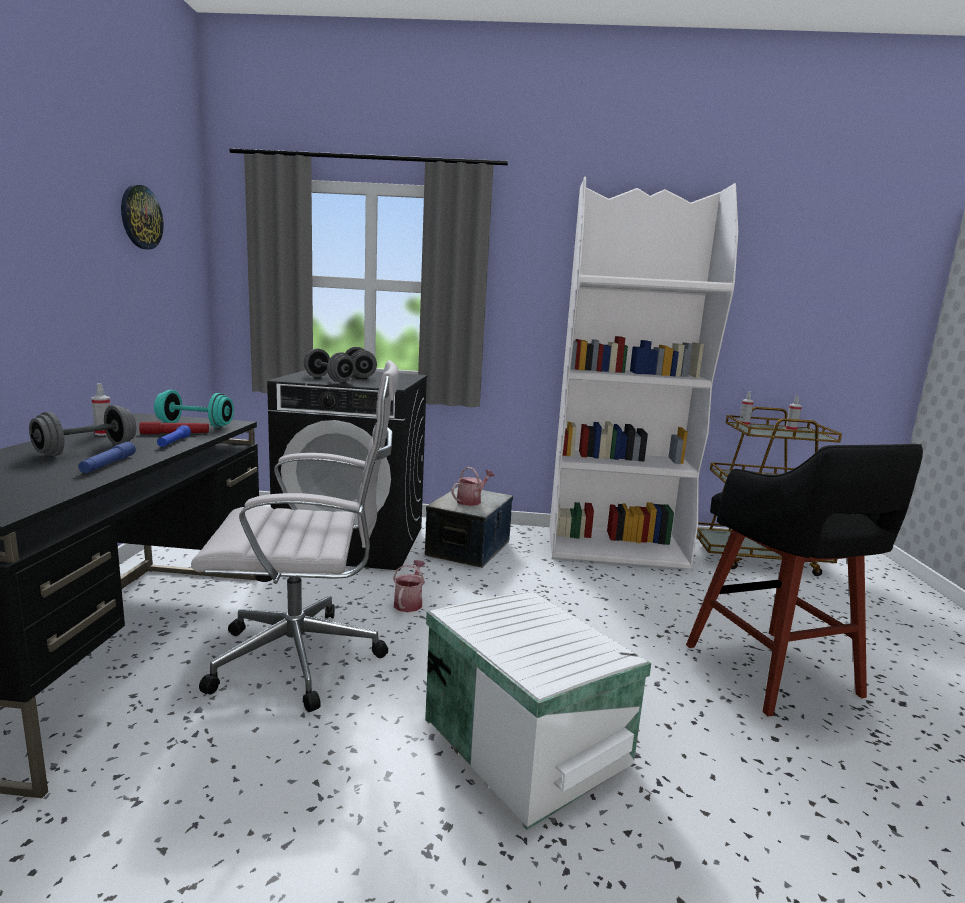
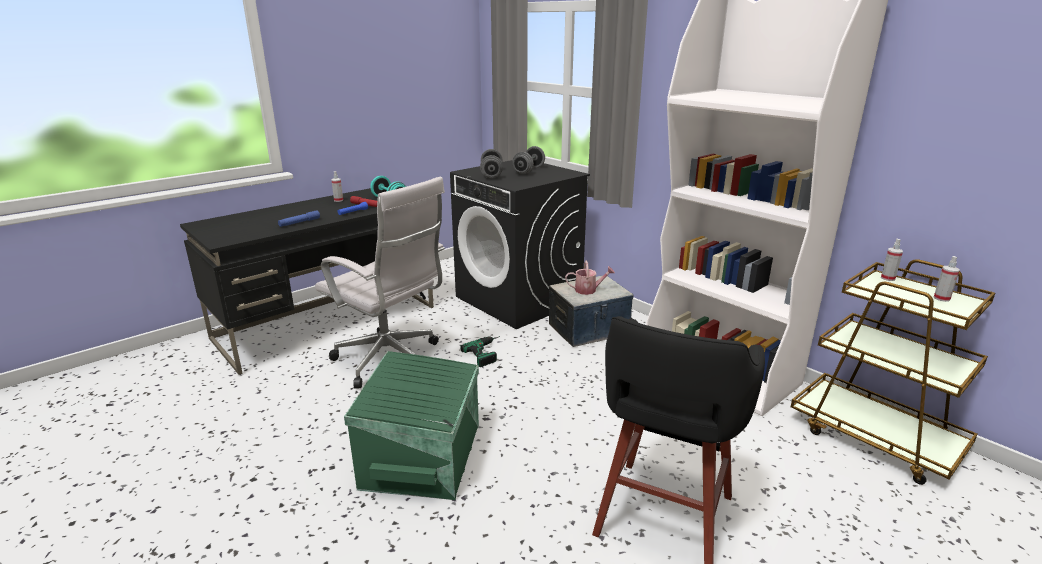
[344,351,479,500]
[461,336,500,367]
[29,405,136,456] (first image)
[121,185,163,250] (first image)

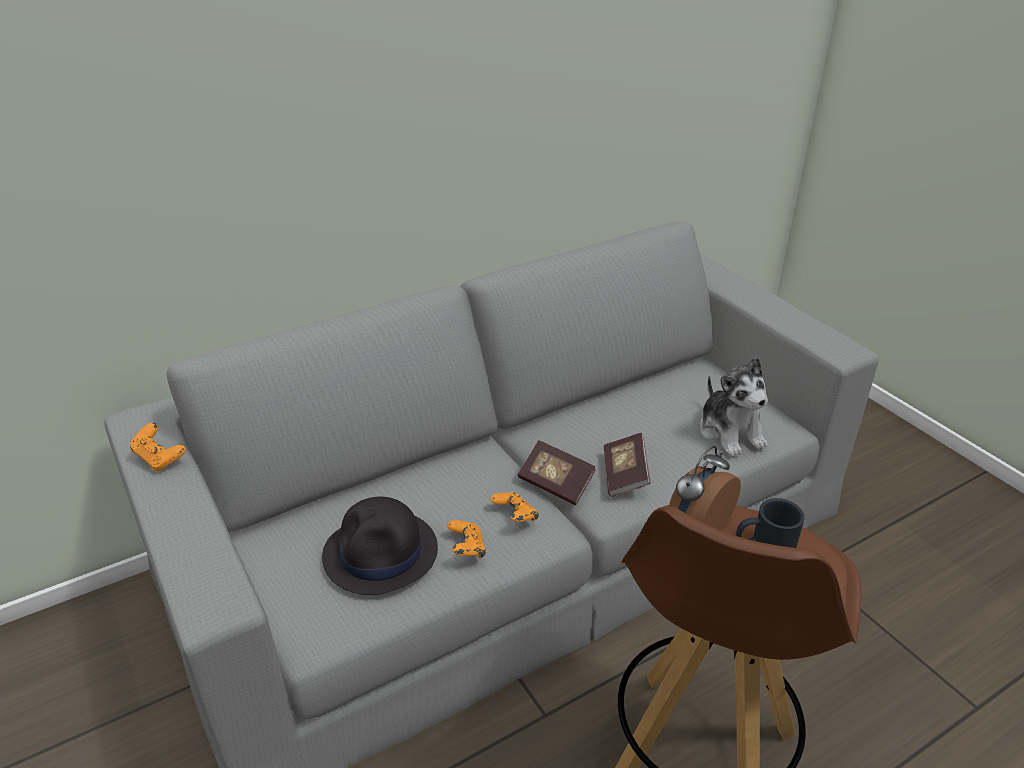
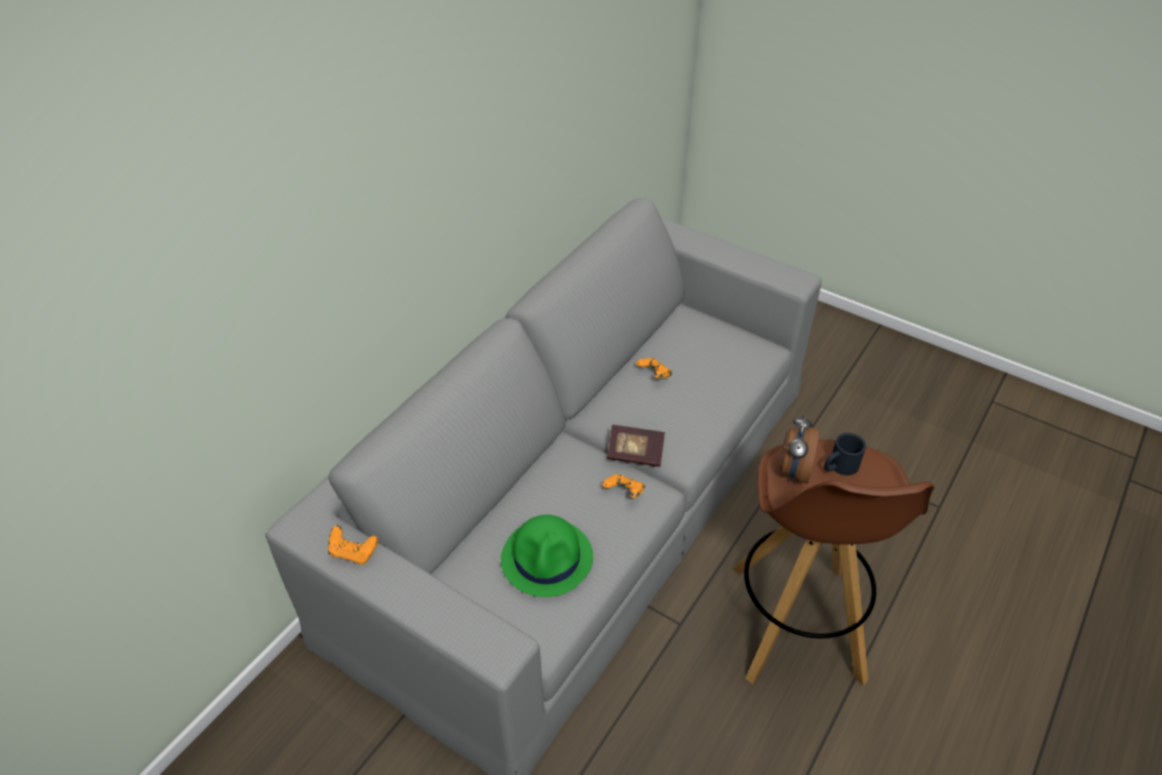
[501,515,593,597]
[636,358,672,379]
[603,433,650,497] (first image)
[700,357,768,457] (first image)

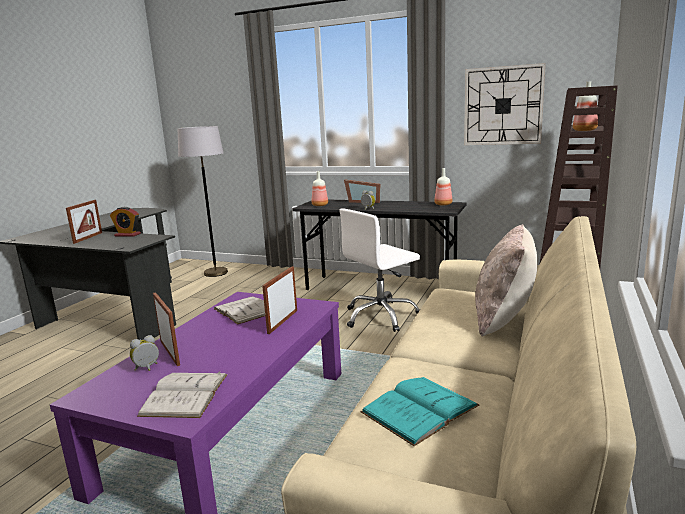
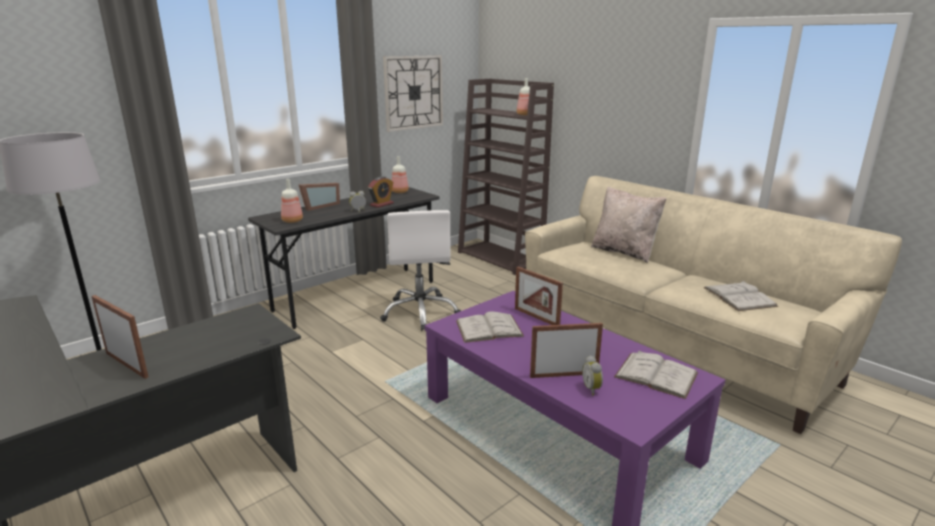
[368,176,394,208]
[703,281,778,311]

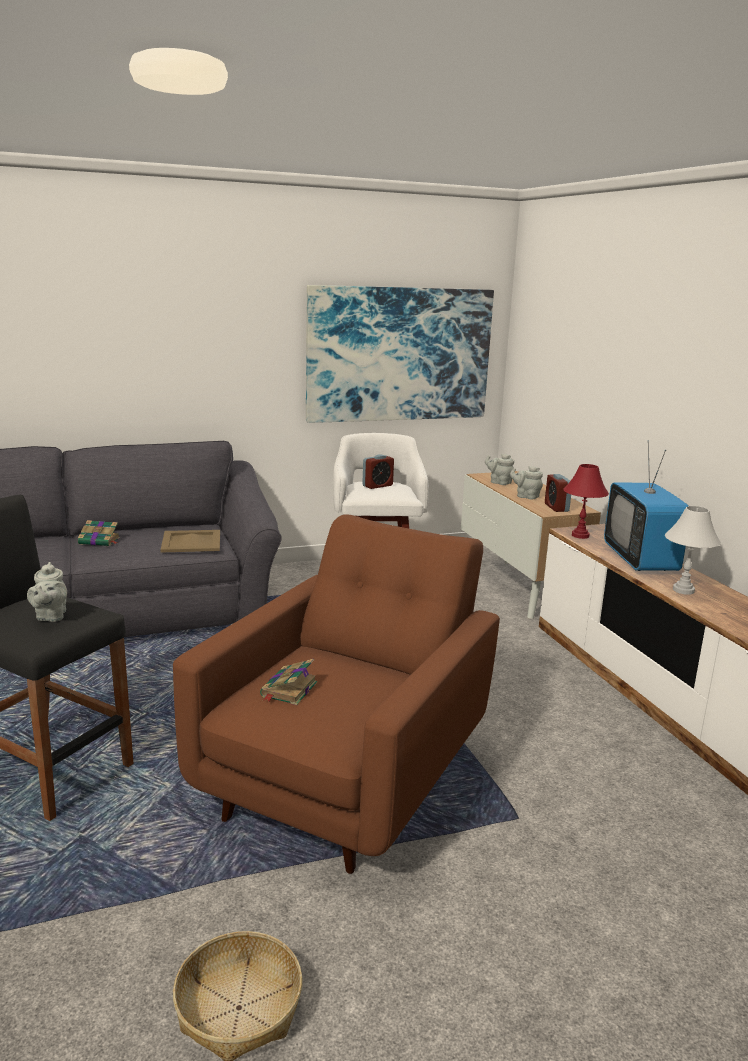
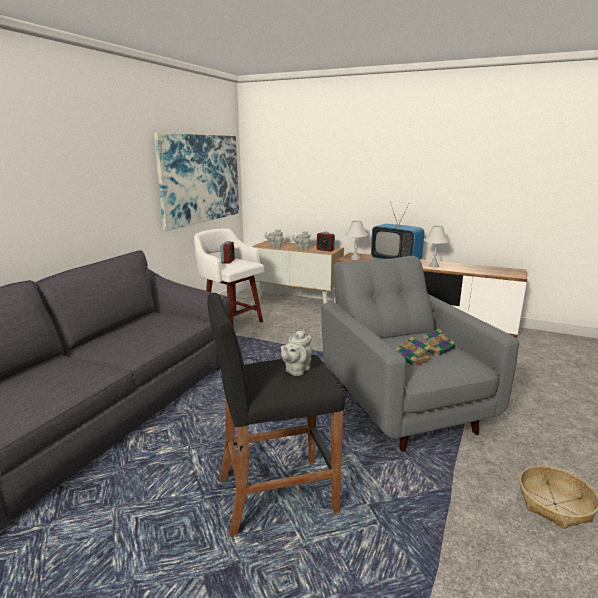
[281,329,312,376]
[321,256,519,452]
[345,221,368,260]
[423,329,455,356]
[160,530,220,552] (first image)

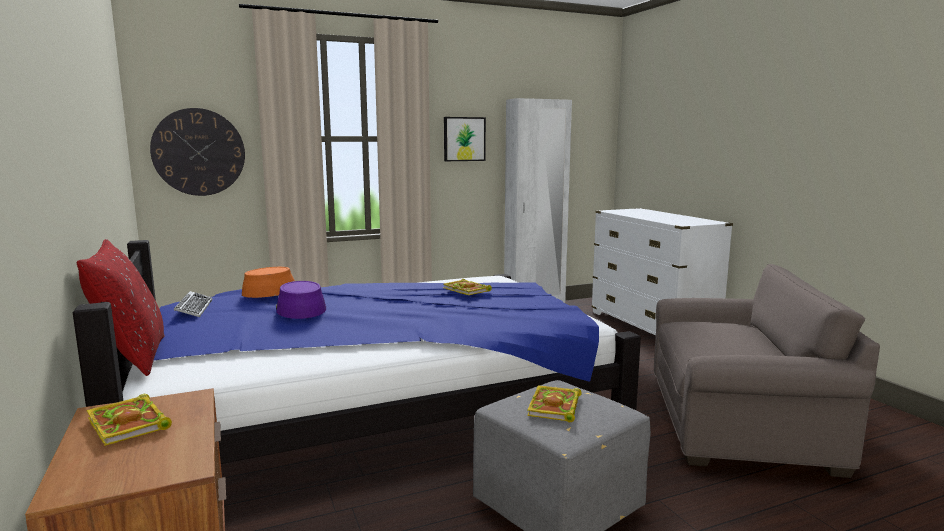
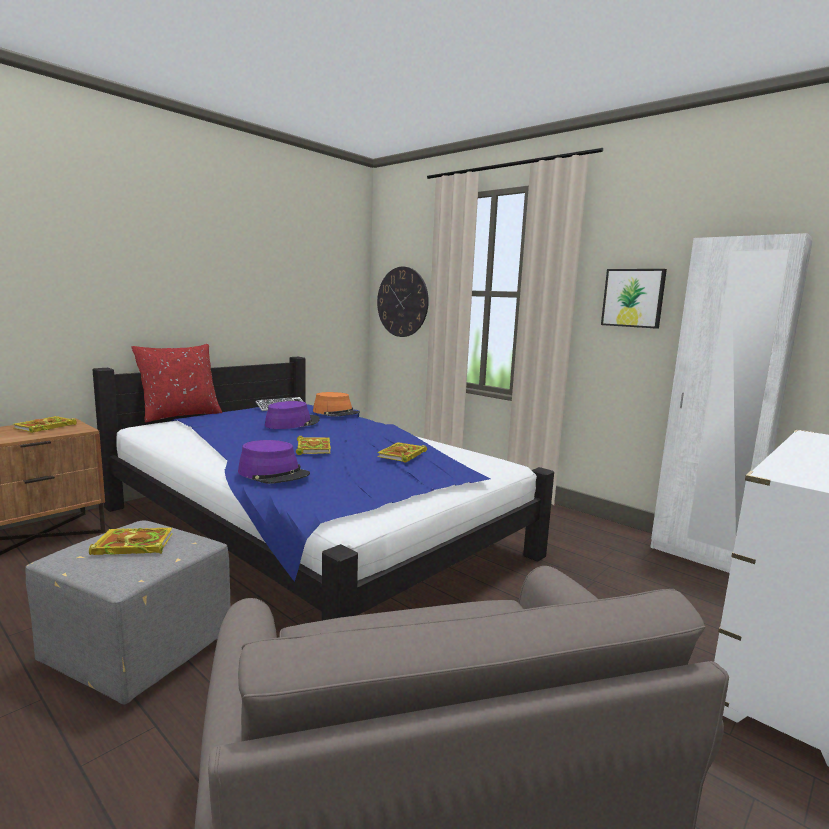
[238,440,310,484]
[296,436,331,455]

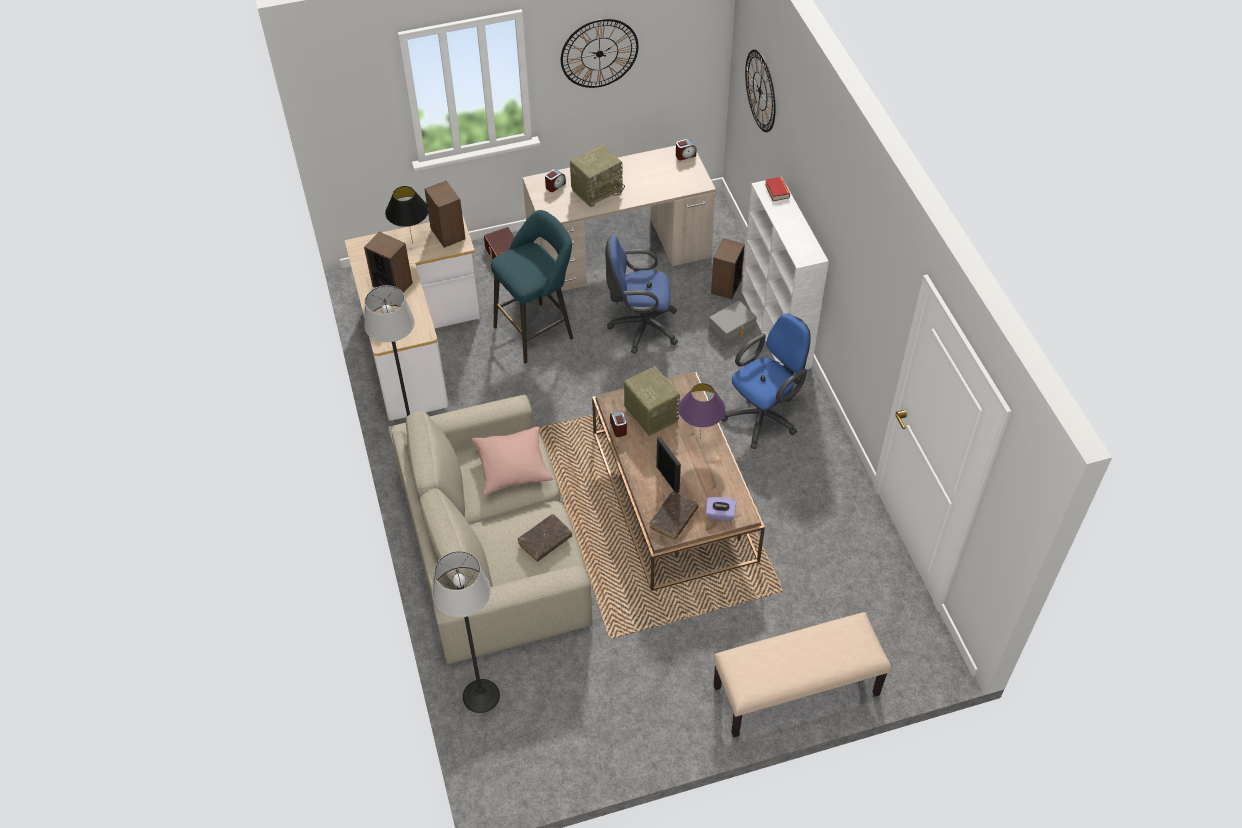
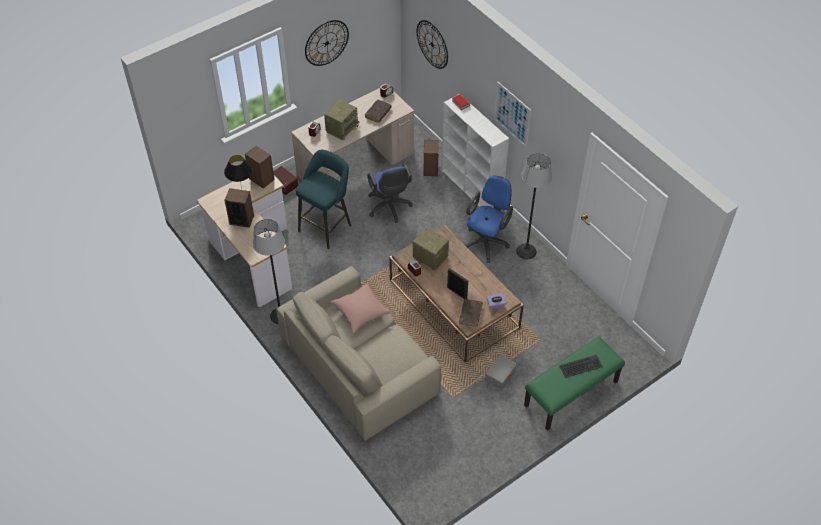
[365,100,392,123]
[367,164,413,223]
[485,354,517,390]
[494,82,531,147]
[516,153,552,259]
[524,336,625,431]
[559,355,603,378]
[679,383,726,437] (first image)

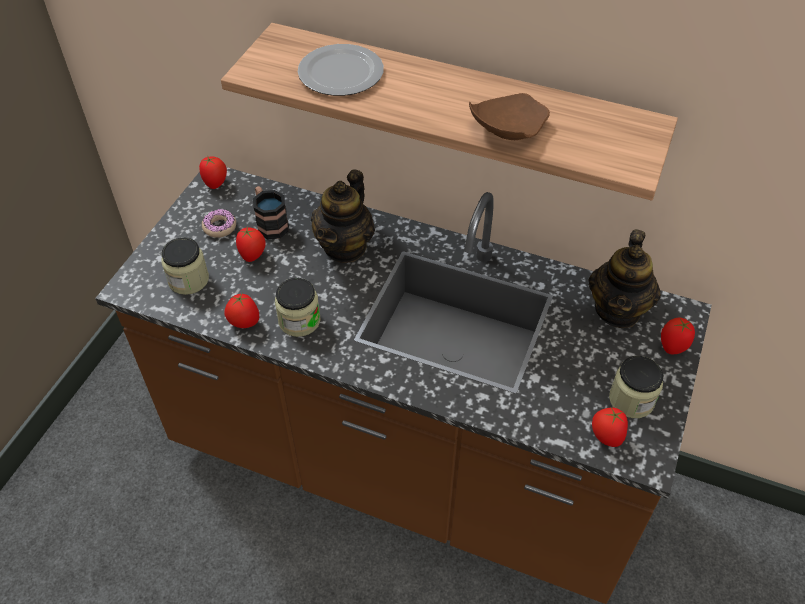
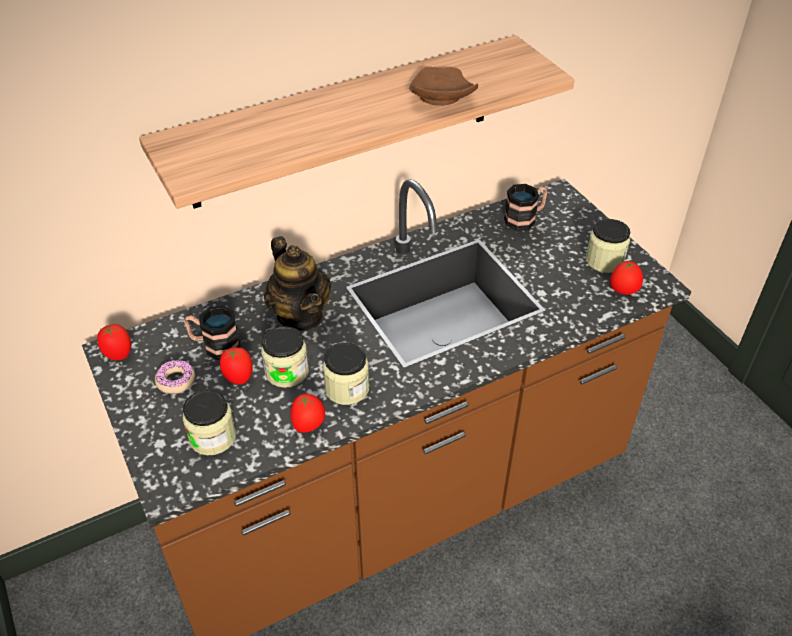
[261,326,309,388]
[504,184,547,231]
[298,44,384,96] (first image)
[661,318,695,354] (first image)

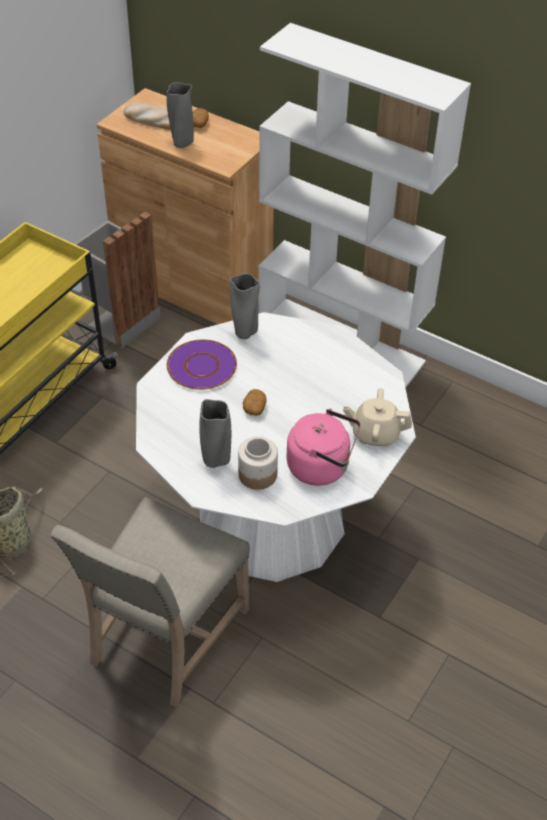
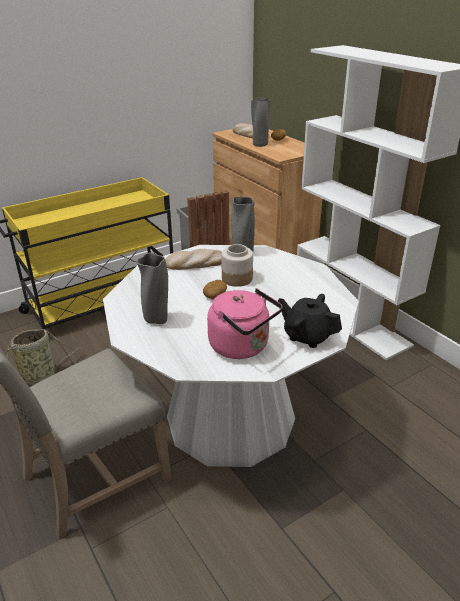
[165,249,222,270]
[221,244,253,287]
[278,294,342,348]

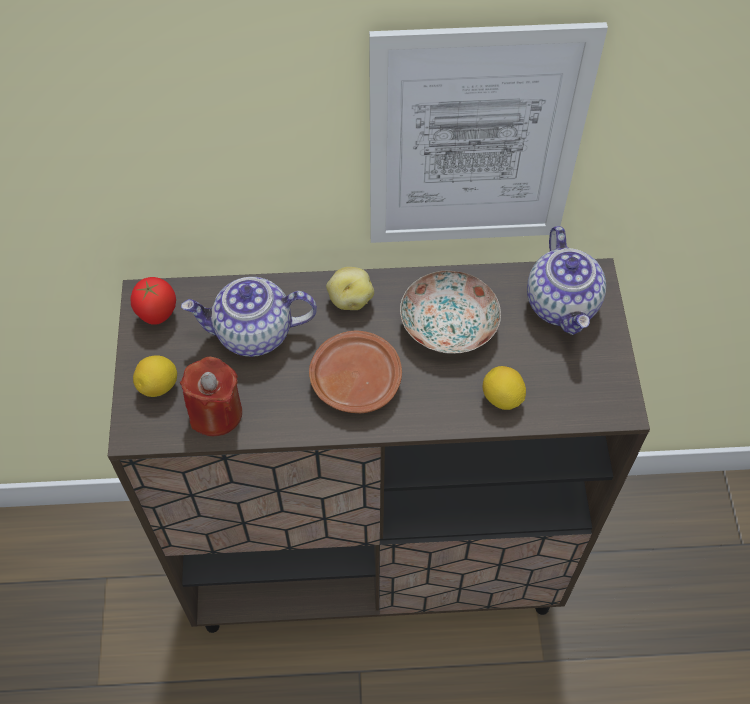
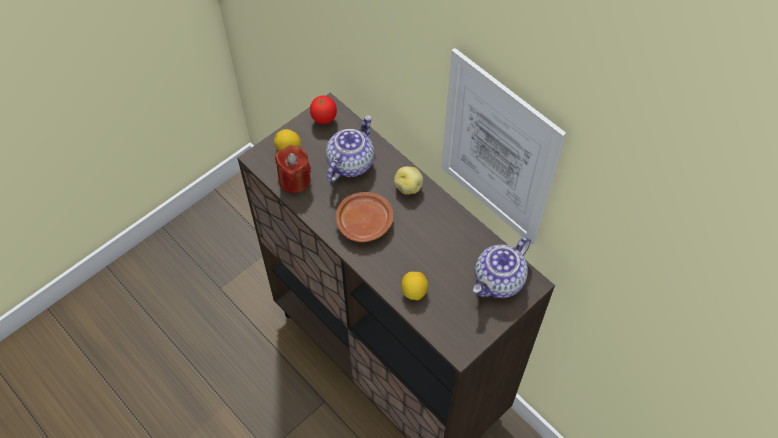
[326,115,374,182]
[400,271,501,354] (first image)

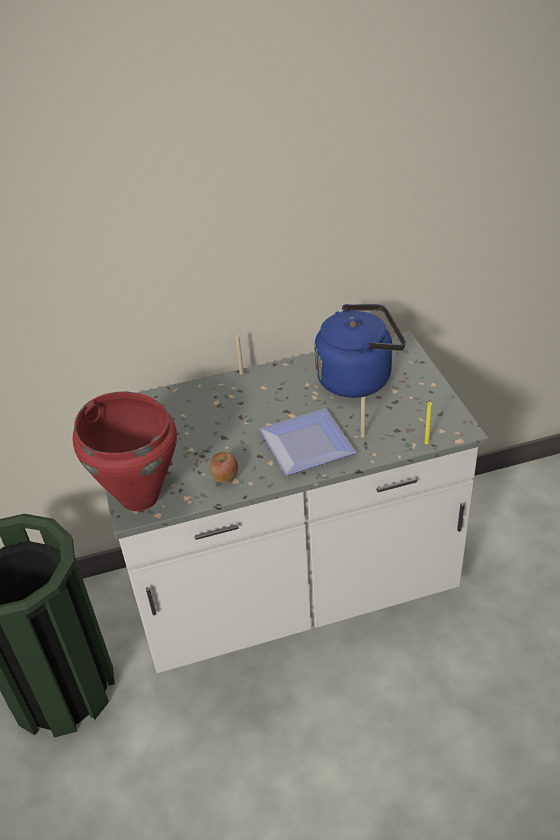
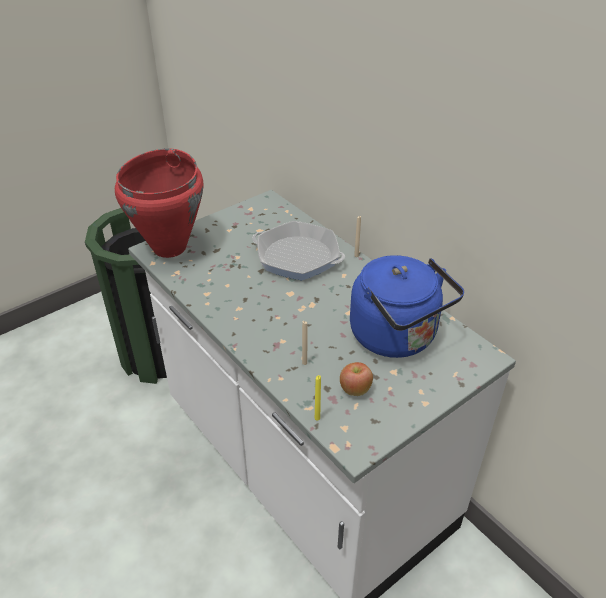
[252,221,345,280]
[340,362,373,396]
[259,408,356,475] (first image)

